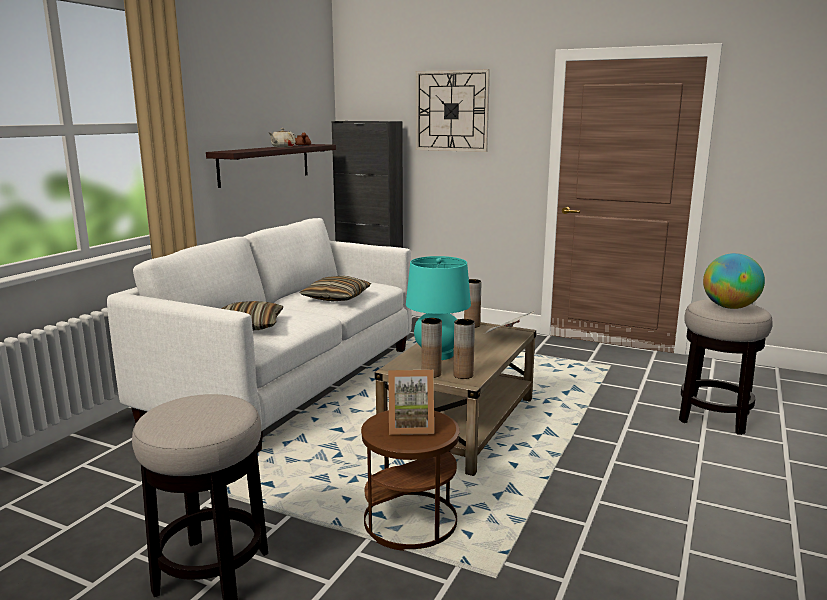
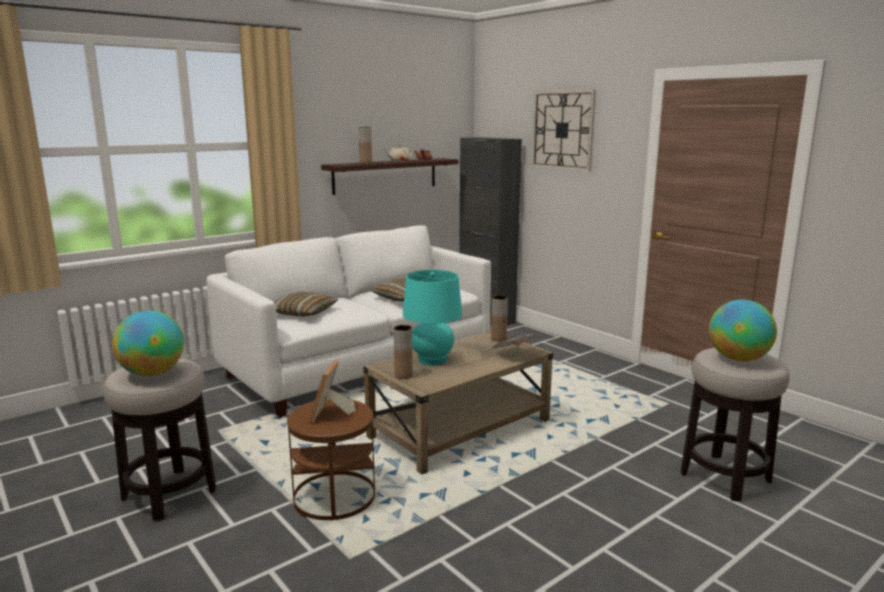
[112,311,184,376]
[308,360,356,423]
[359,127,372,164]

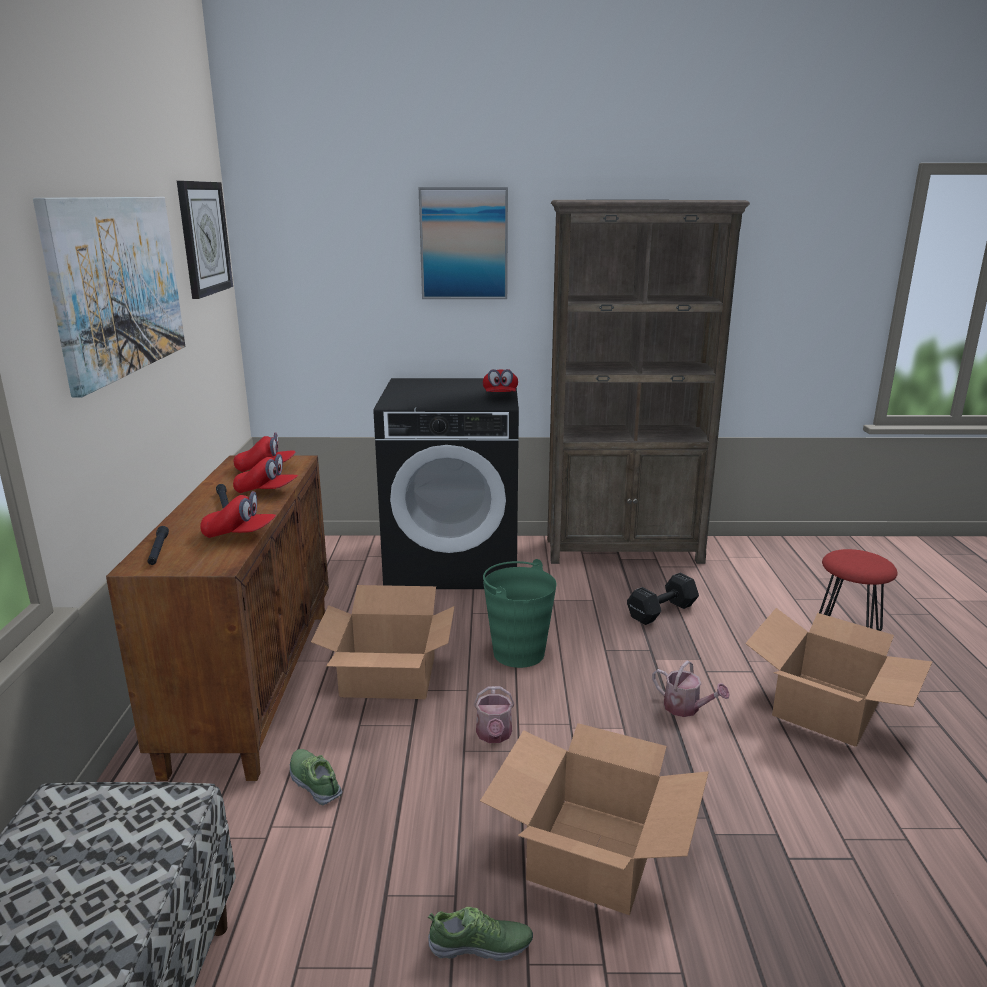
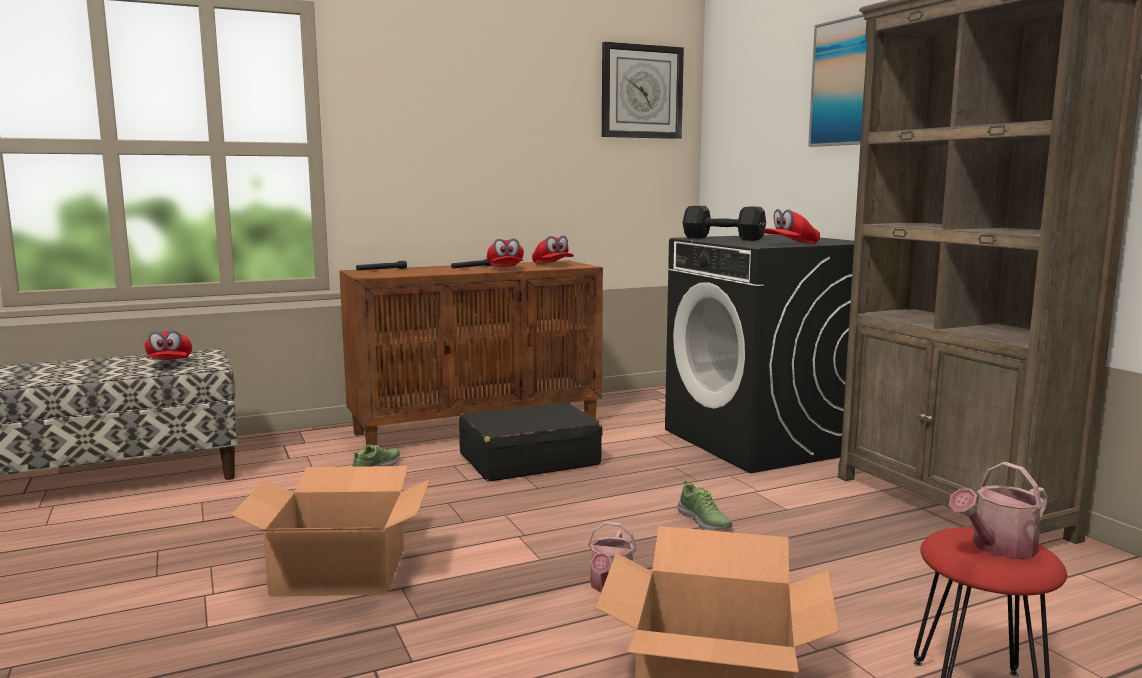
[145,330,192,359]
[459,401,603,481]
[677,480,732,530]
[682,206,766,241]
[949,462,1048,559]
[33,197,185,398] (first image)
[483,559,557,668] (first image)

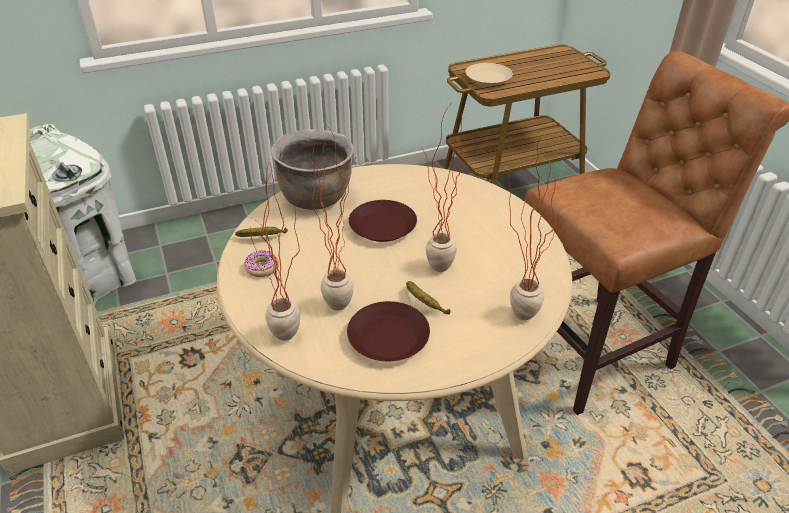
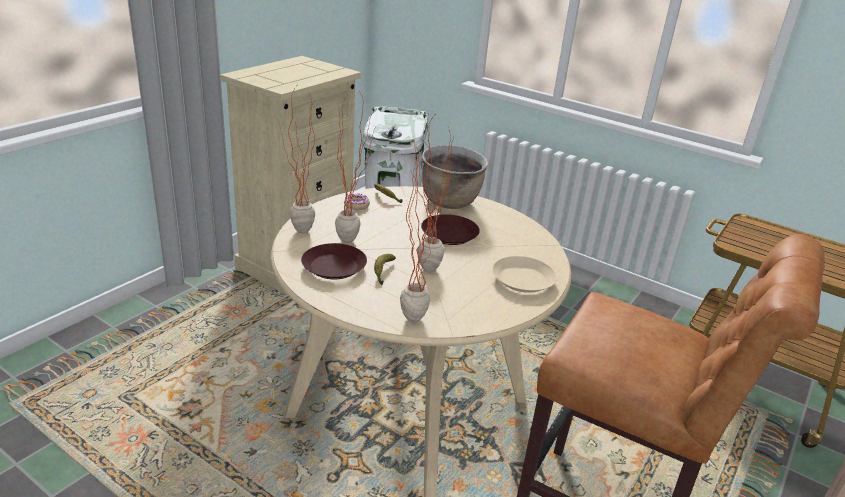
[492,256,557,293]

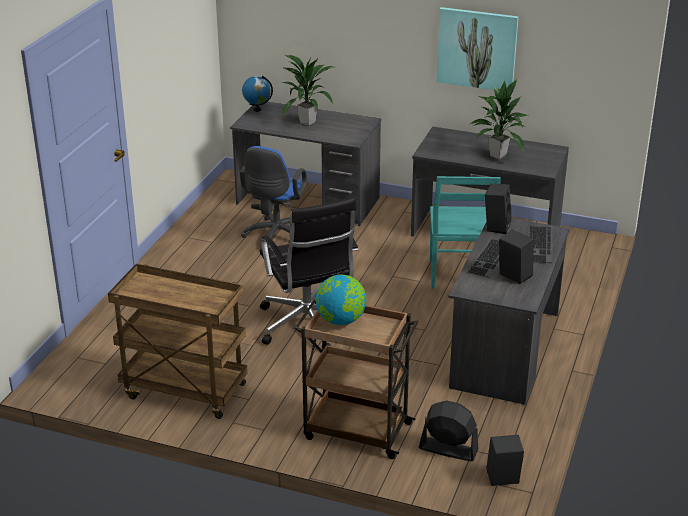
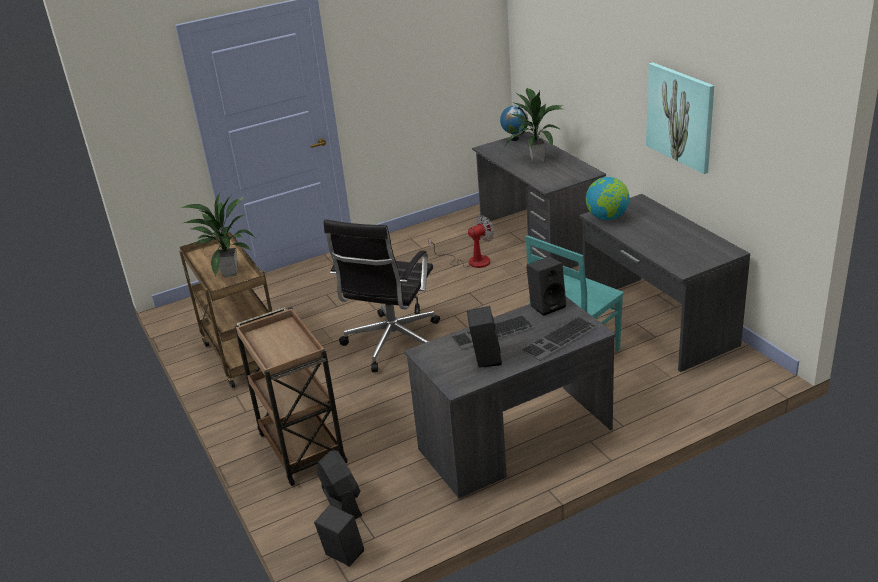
[179,192,257,277]
[428,215,494,268]
[586,177,630,220]

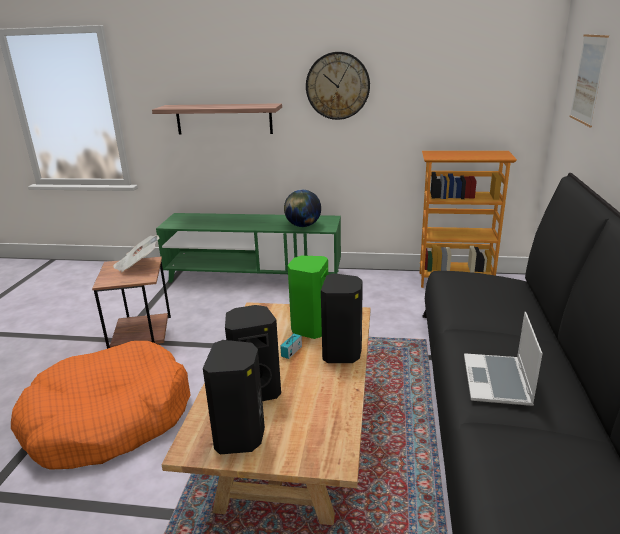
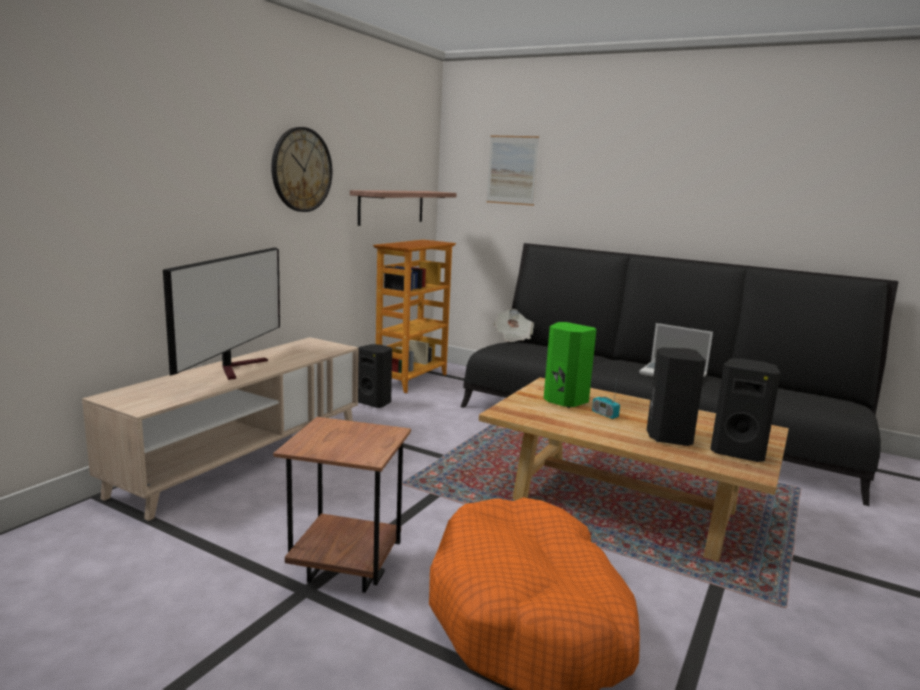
[82,337,359,521]
[163,247,280,380]
[350,190,457,226]
[358,344,392,408]
[494,309,534,342]
[284,190,321,227] (first image)

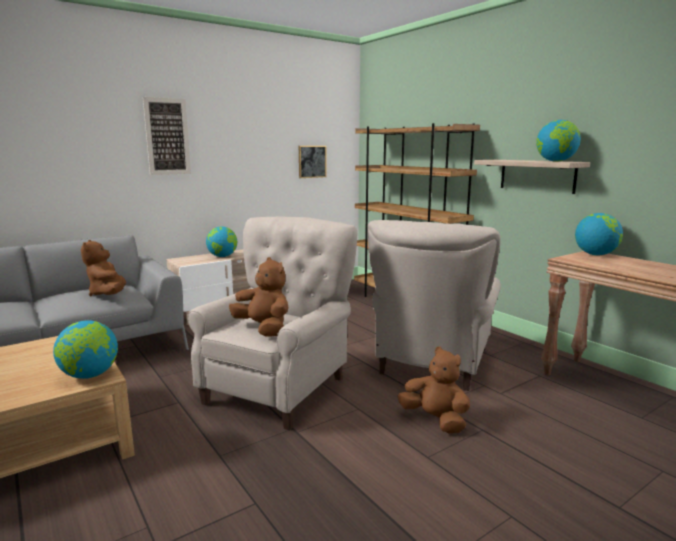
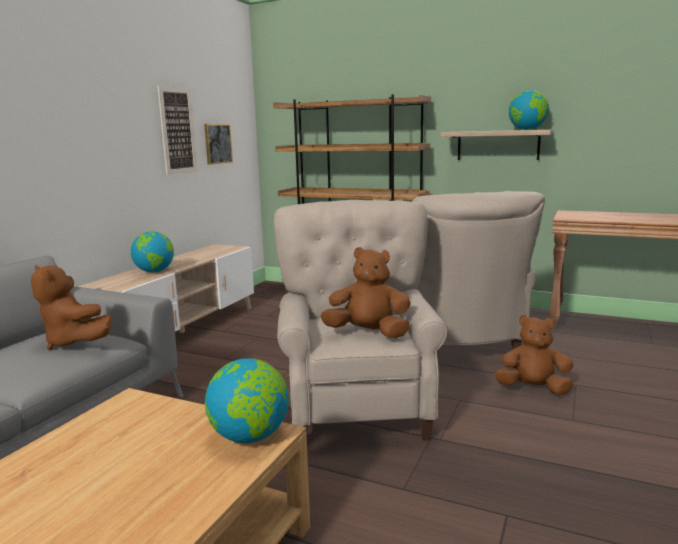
[157,86,198,175]
[575,213,623,255] (first image)

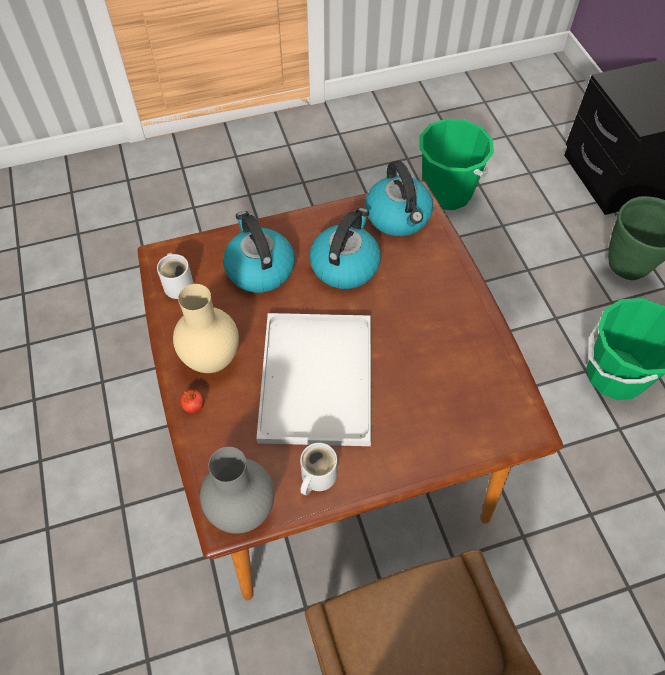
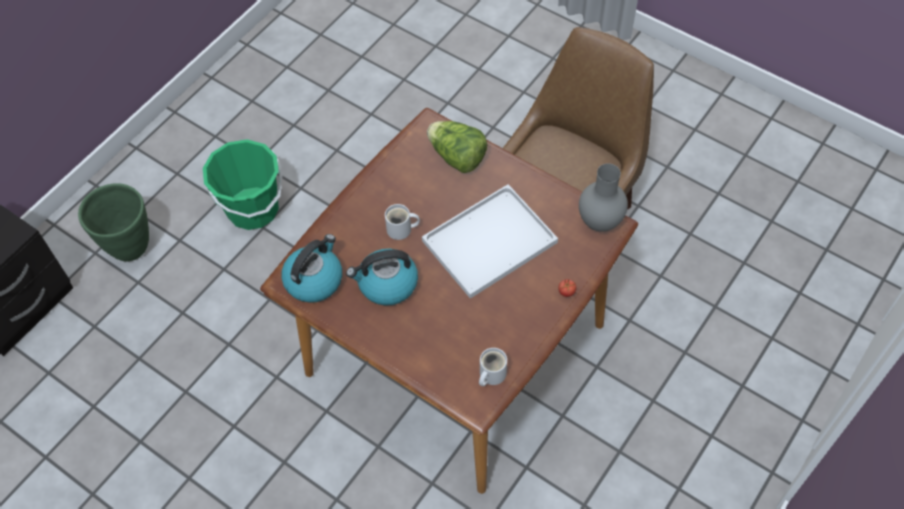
[385,204,420,240]
[427,121,488,173]
[173,284,239,373] (first image)
[223,211,295,293] (first image)
[419,119,494,210] (first image)

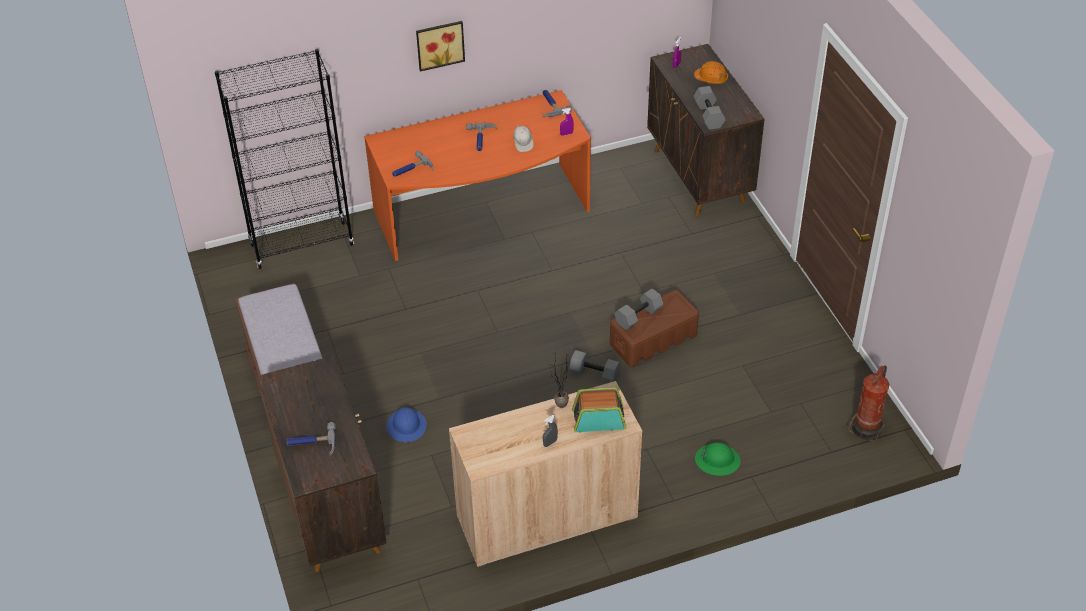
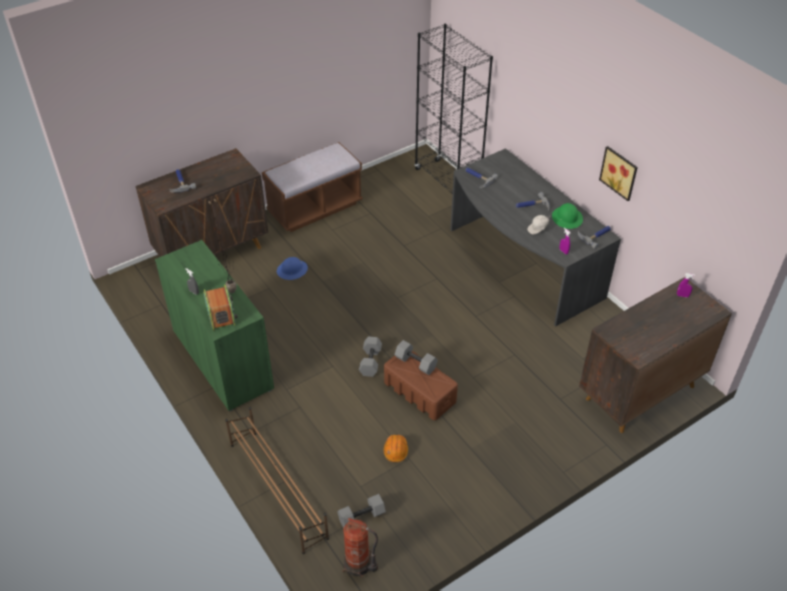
[155,240,274,412]
[225,407,329,554]
[337,494,386,529]
[384,435,408,462]
[450,148,621,326]
[552,203,583,229]
[599,146,638,201]

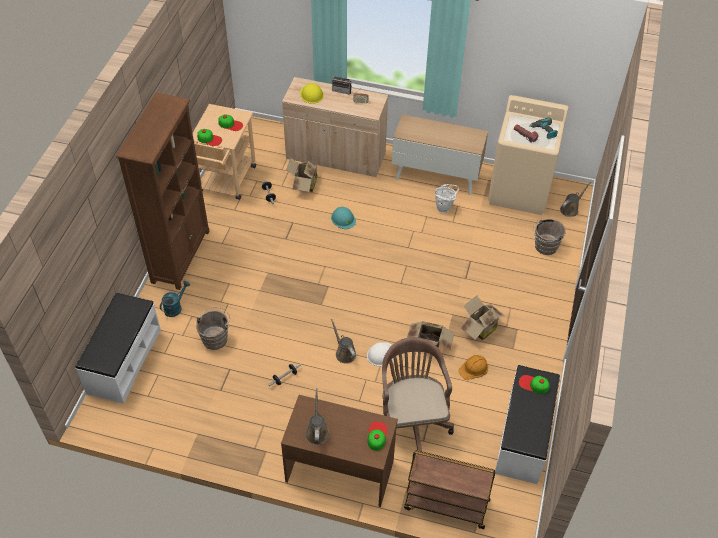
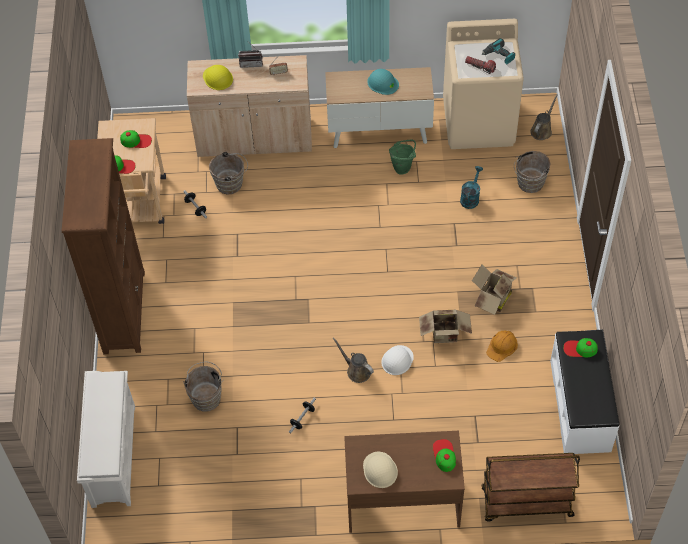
[77,371,135,508]
[209,151,248,194]
[363,452,398,488]
[367,69,399,95]
[389,140,416,175]
[460,166,483,209]
[382,337,454,451] (first image)

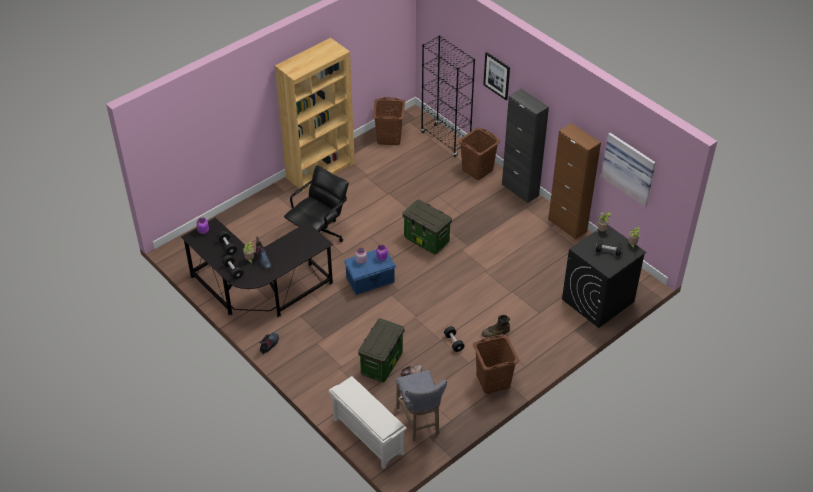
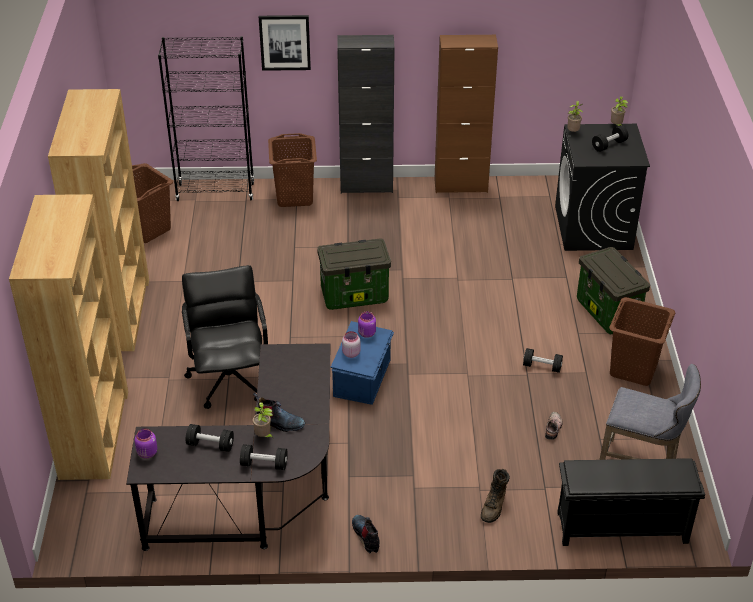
[9,194,128,480]
[481,469,510,523]
[557,458,705,546]
[577,247,650,334]
[601,133,656,207] (first image)

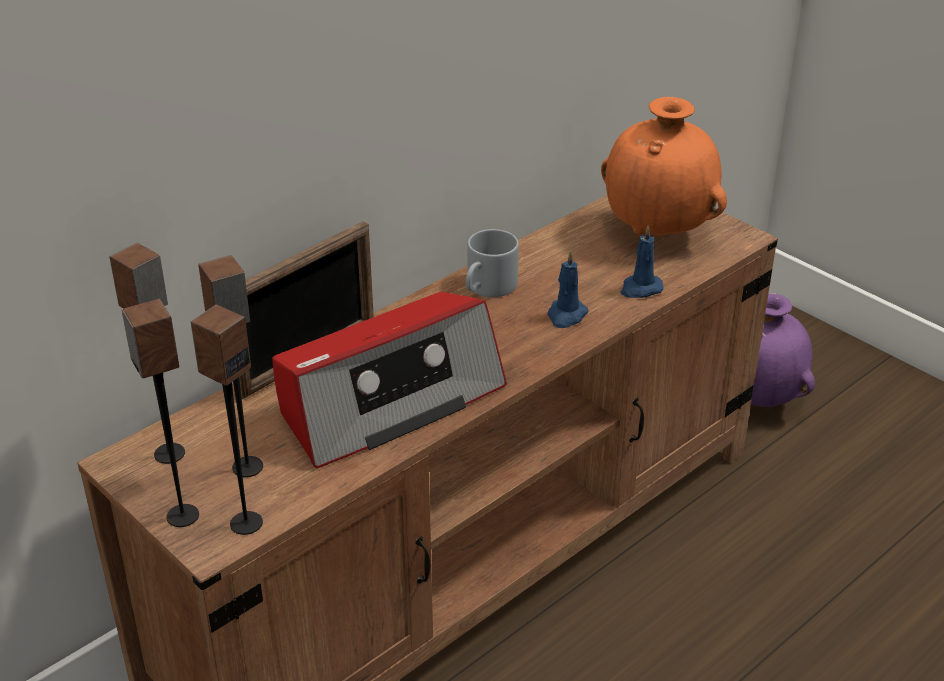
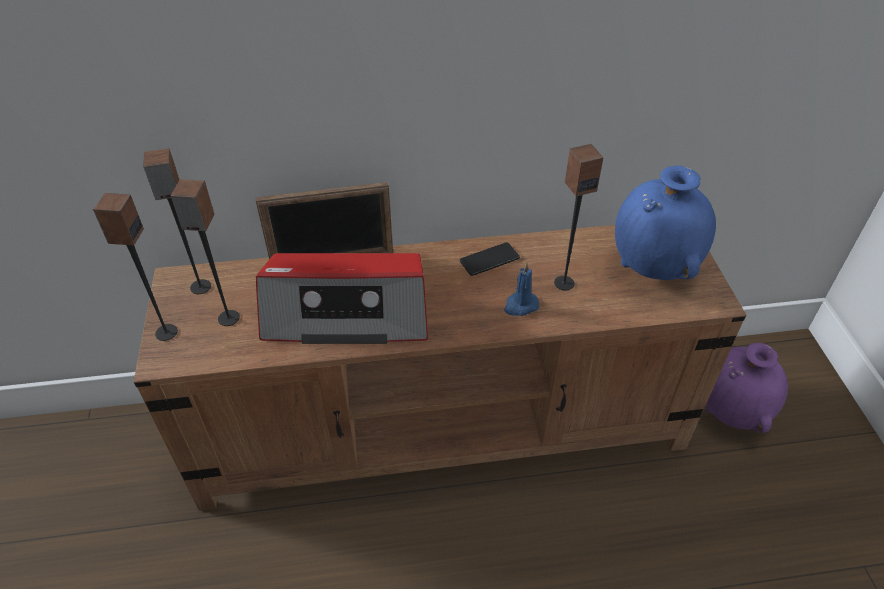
[460,242,520,276]
[554,144,603,290]
[615,166,716,280]
[620,225,663,298] (first image)

